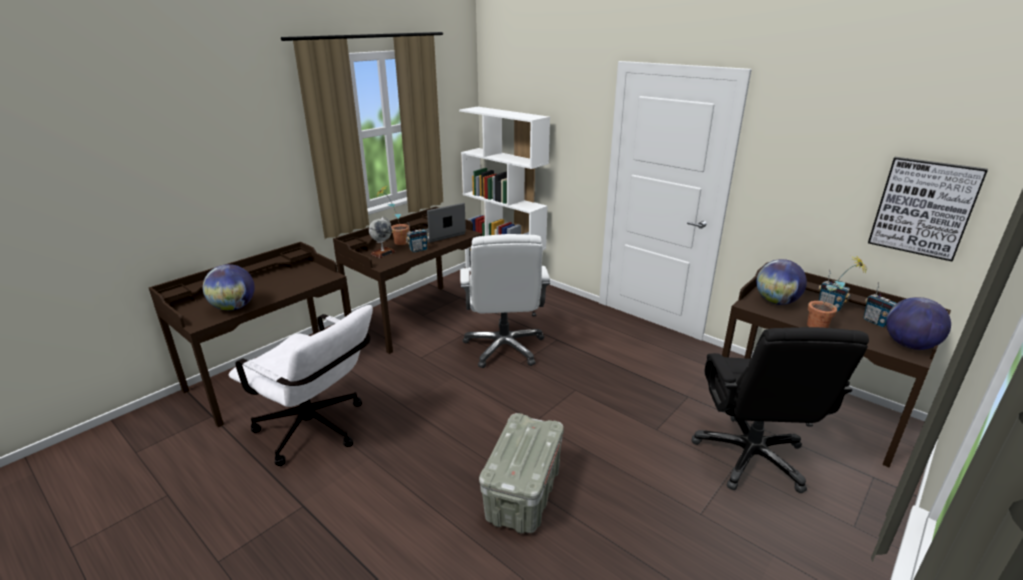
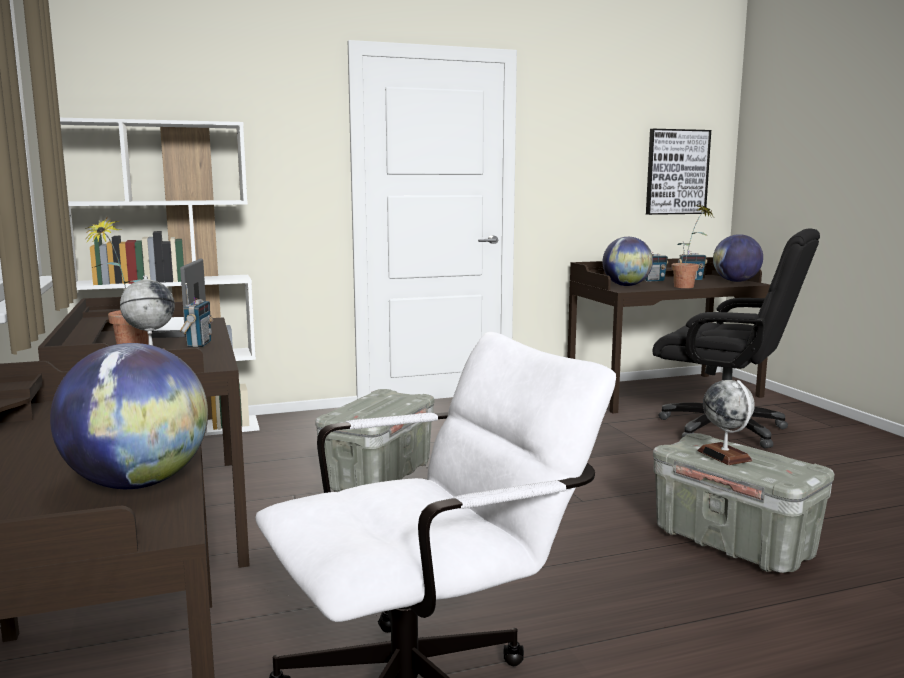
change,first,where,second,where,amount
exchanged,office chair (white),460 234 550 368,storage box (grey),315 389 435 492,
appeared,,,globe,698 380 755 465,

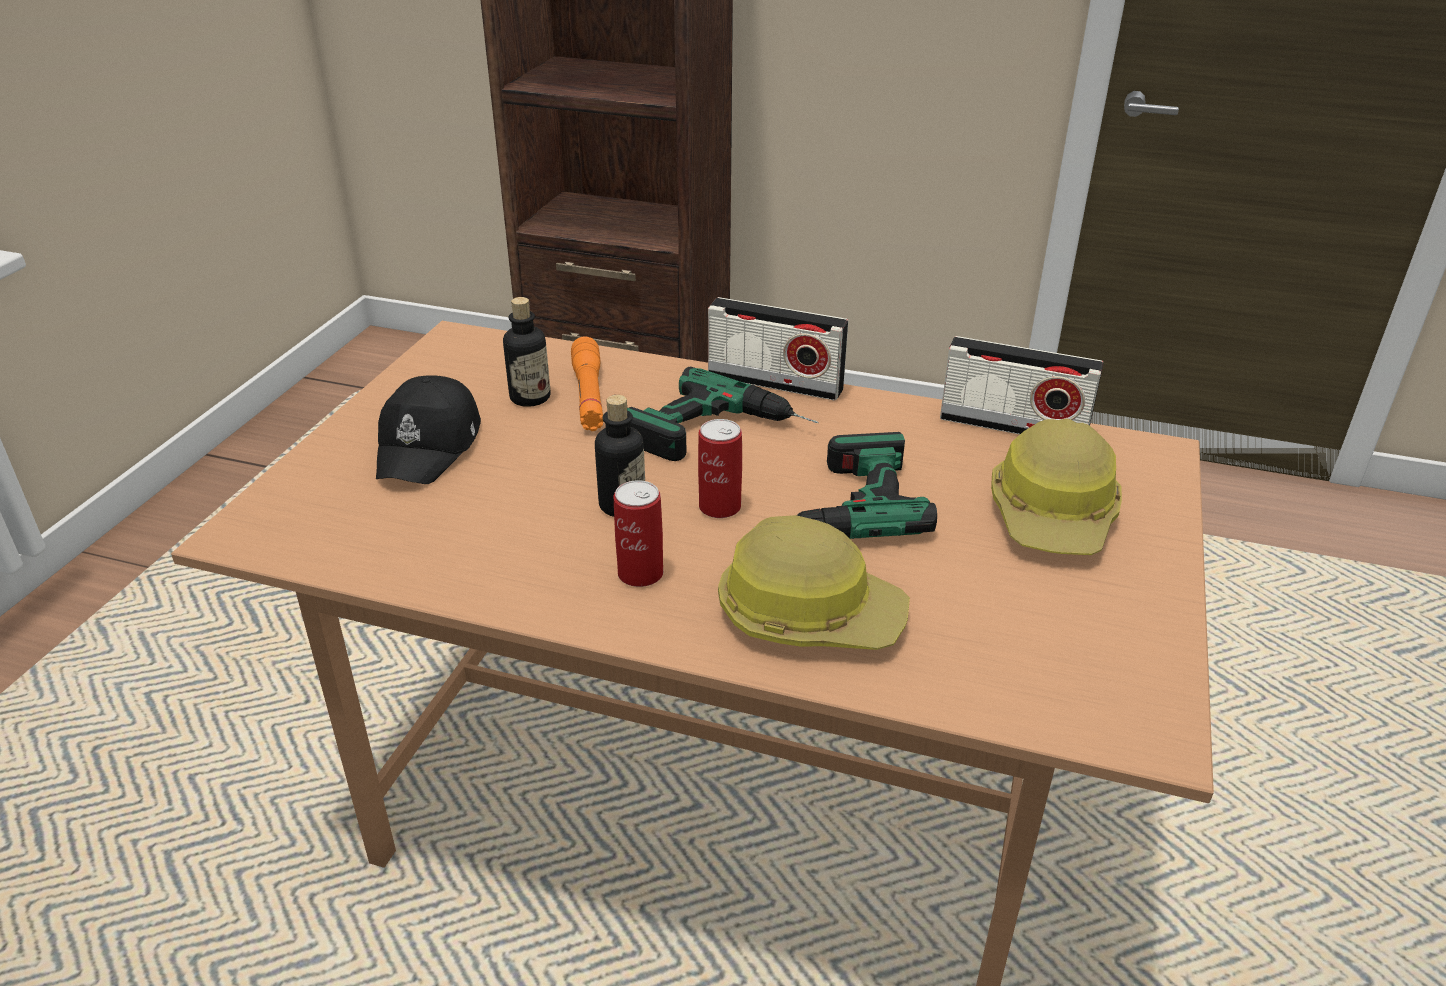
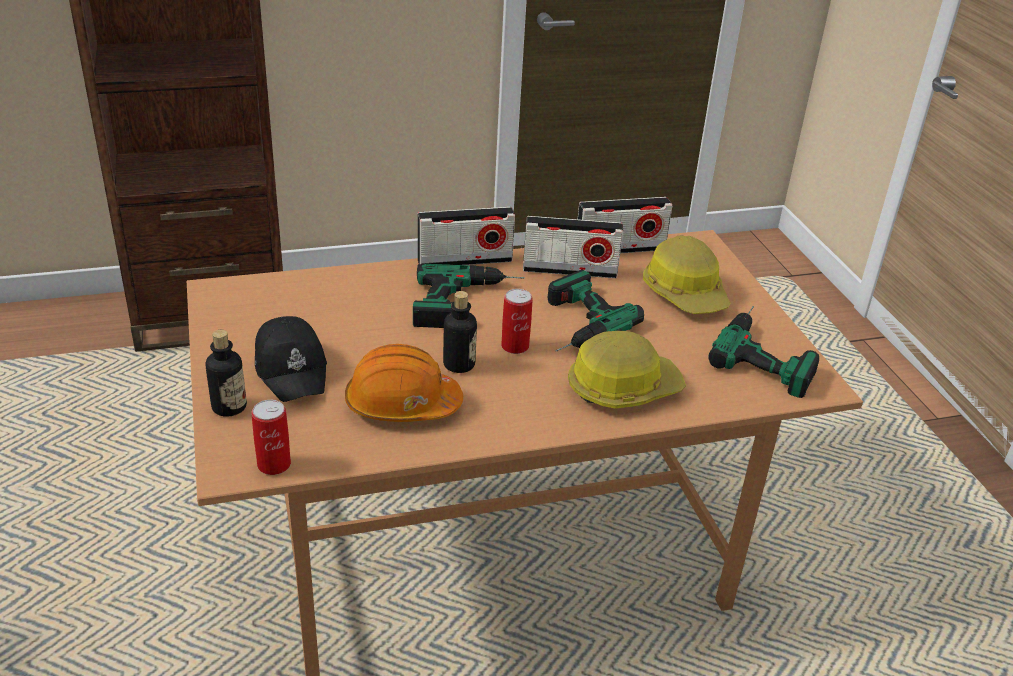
change,first,where,second,where,amount
relocated,bottle,503 297 551 407,,206 330 247 417,
missing,flashlight (orange),571 336 603 431,,,
relocated,can,614 480 663 587,,252 400 291 475,
appeared,,,radio,523 216 623 278,
appeared,,,power drill,709 306 819 398,
appeared,,,hard hat (orange),345 344 463 422,

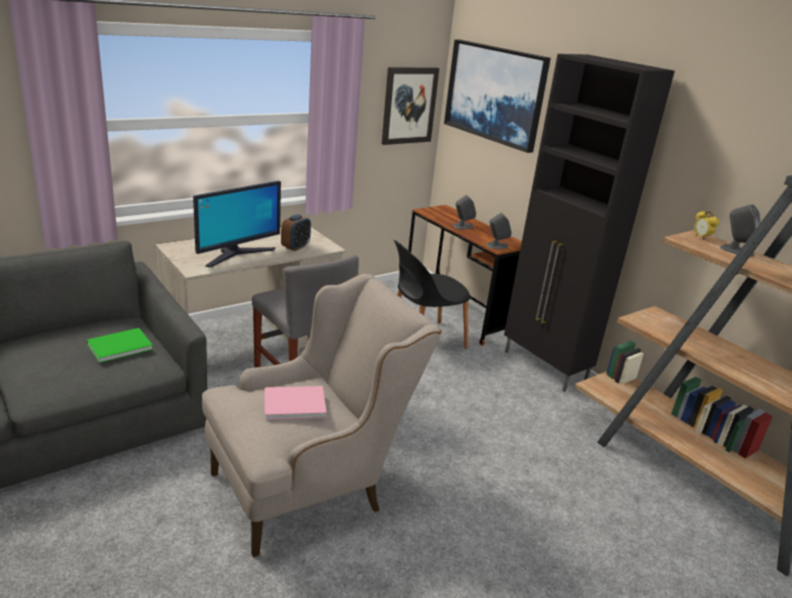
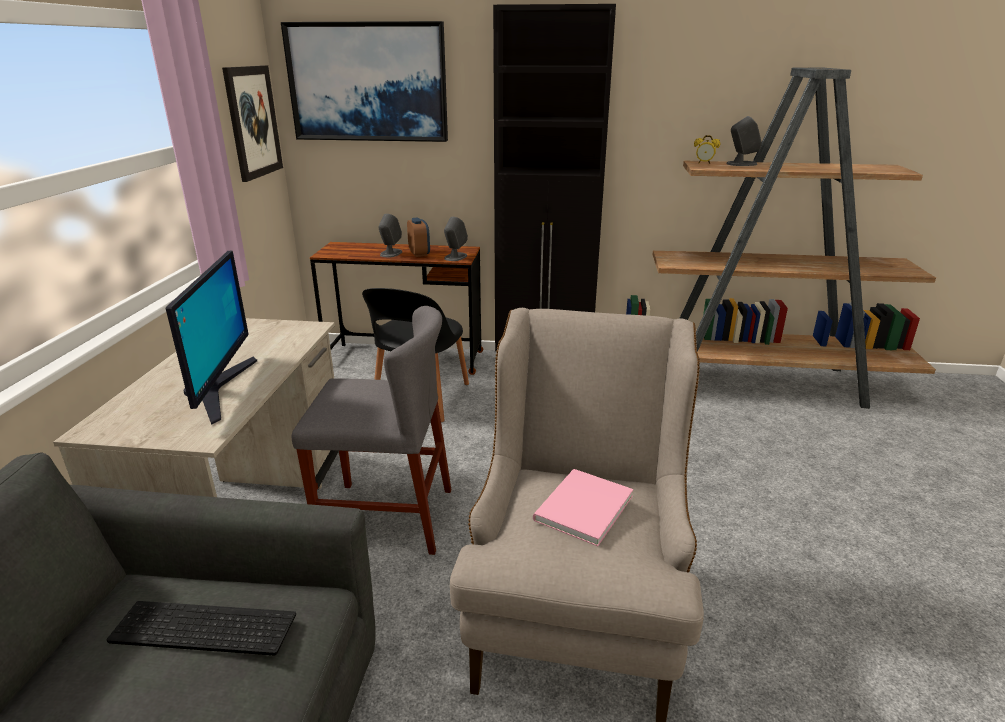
change,first,where,second,where,amount
relocated,alarm clock,281 214 311 251,,407 218 430 257,
exchanged,book (green),87 328 153 363,keyboard,107 601 296 655,

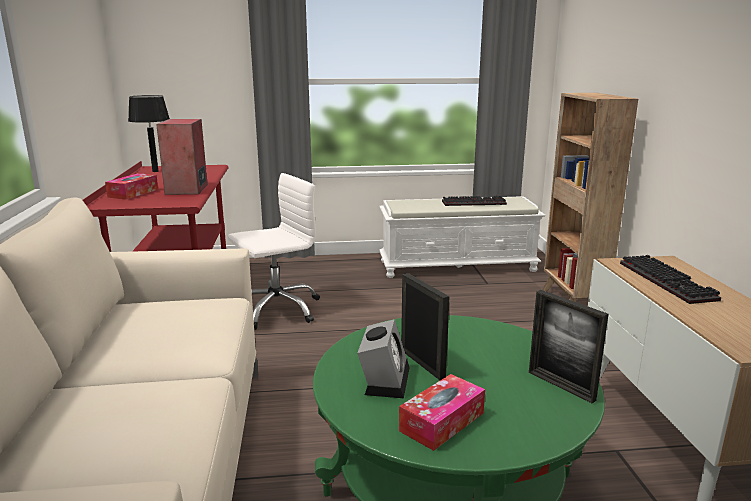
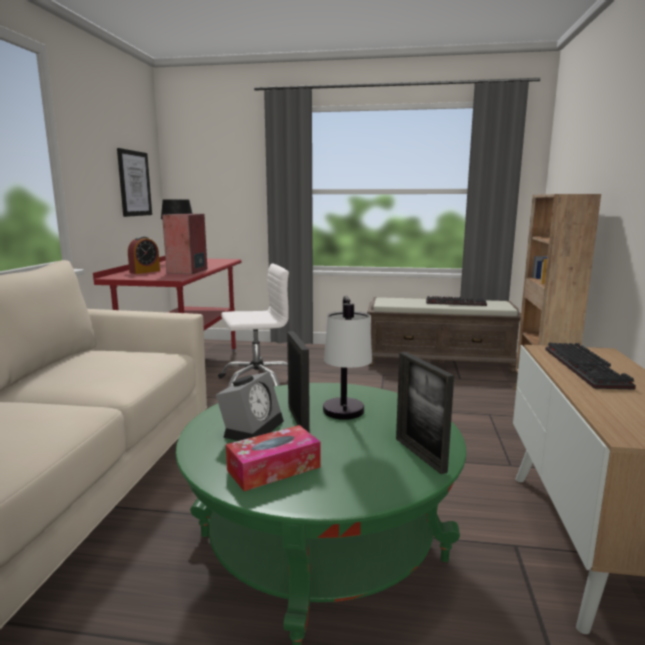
change,first,where,second,where,amount
exchanged,tissue box,105 173 158 200,alarm clock,128 236 160 274,
colour,bench (white),379 196 546 278,bench (brown),367 297 521 373,
appeared,,,picture,117 148 152 217,
appeared,,,table lamp,323 296 372 420,

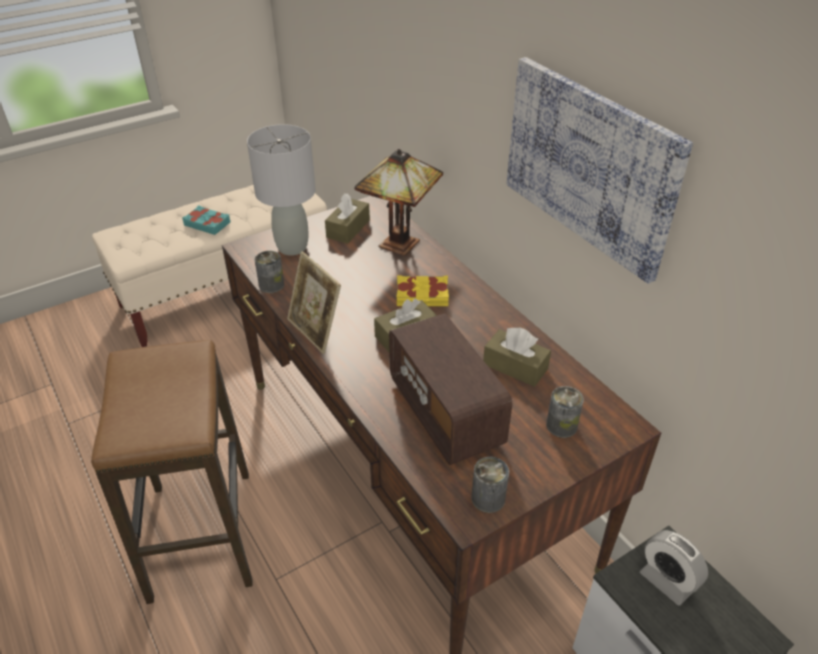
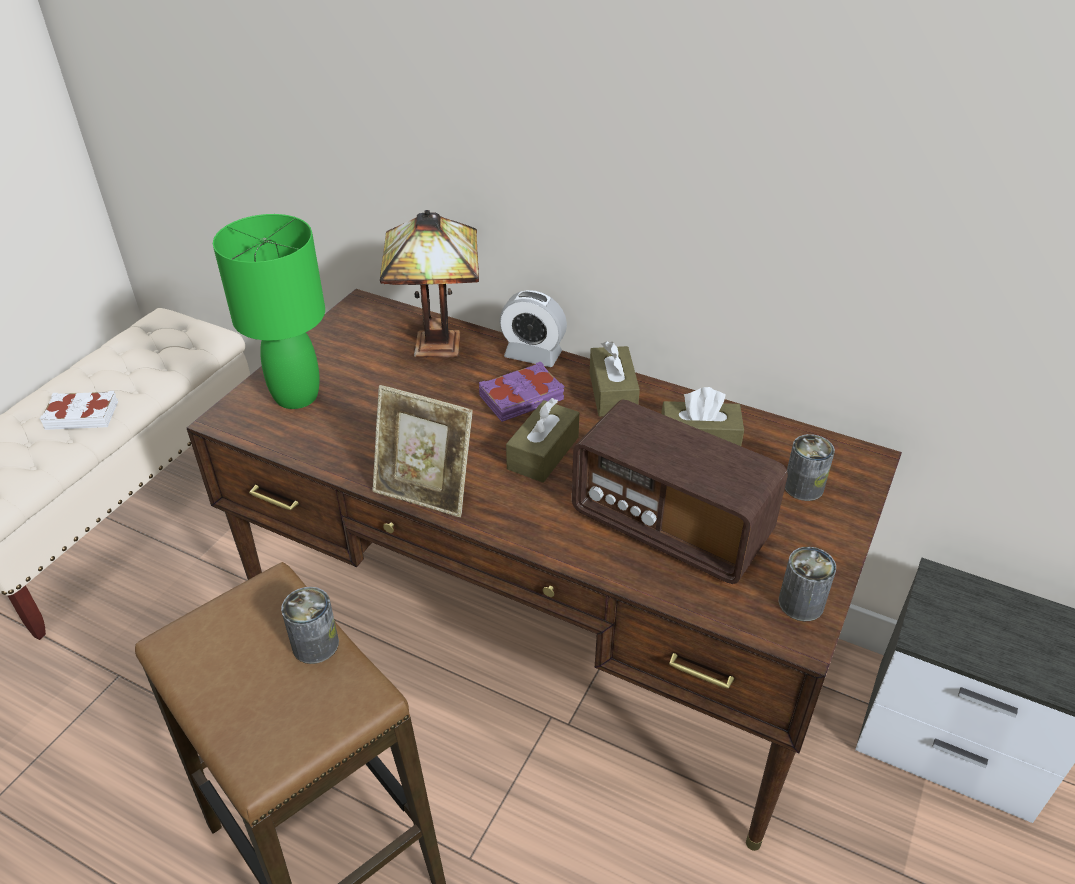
change,first,where,second,where,amount
missing,picture,507 57 693 284,,,
colour,table lamp (grey),247 124 316 256,table lamp (green),213 214 325 409,
relocated,tissue box (brown),325 193 370 244,,590 341 640 417,
colour,book (turquoise),182 205 230 235,book (white),40 391 118 430,
relocated,can,255 251 284 293,,281 587 339 664,
colour,book (yellow),397 275 449 306,book (purple),479 362 565 422,
relocated,alarm clock,640 530 708 605,,499 290 567 367,

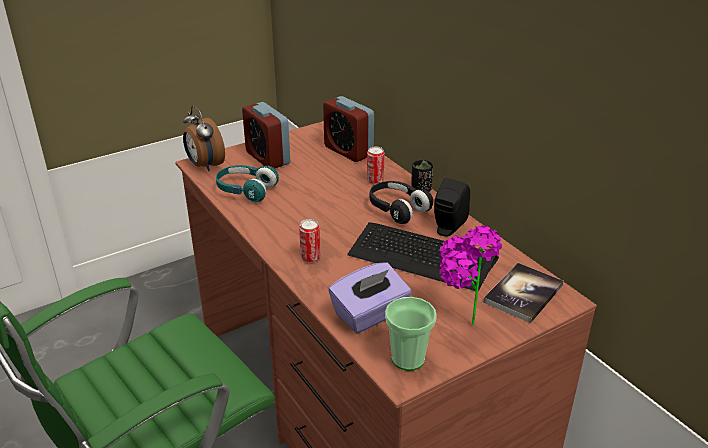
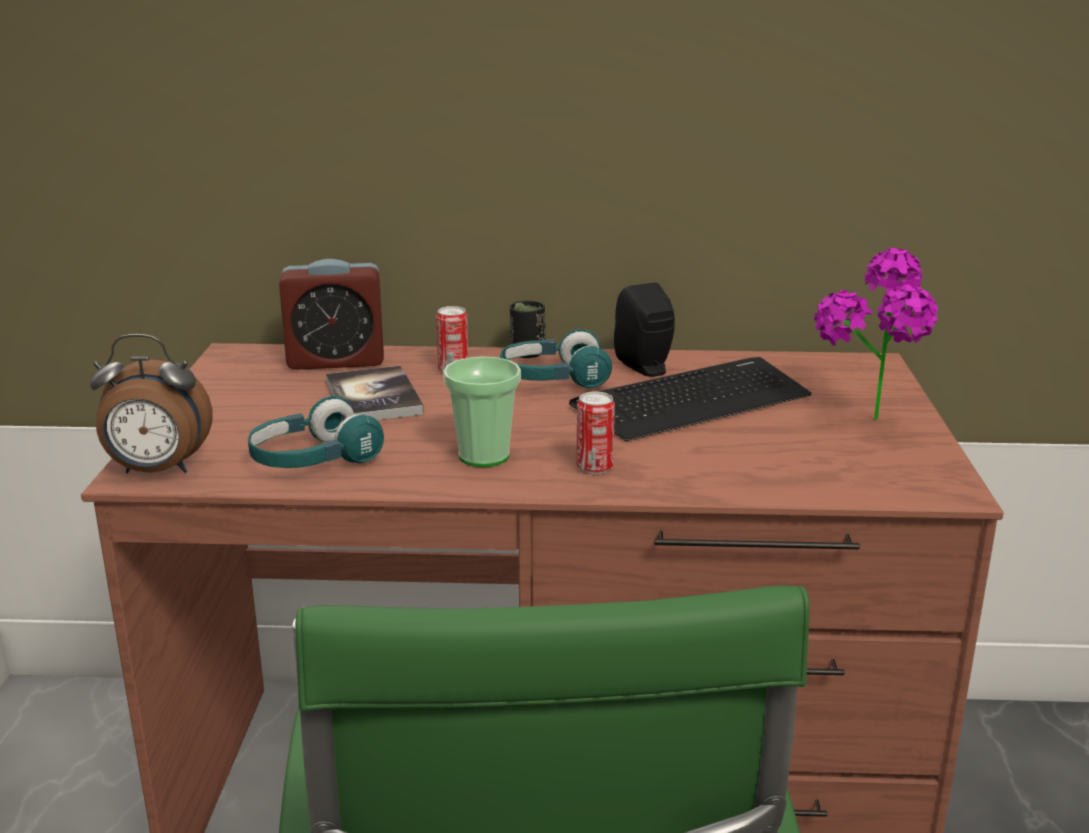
change,first,where,second,where,amount
missing,alarm clock,242 102 290 169,,,
colour,headphones (black),370 181 433 224,headphones (turquoise),500 329 612 388,
missing,tissue box (purple),328 262 411 333,,,
relocated,book,483 263 564 323,,326 366 424 420,
relocated,cup,385 297 437 371,,443 357 521 467,

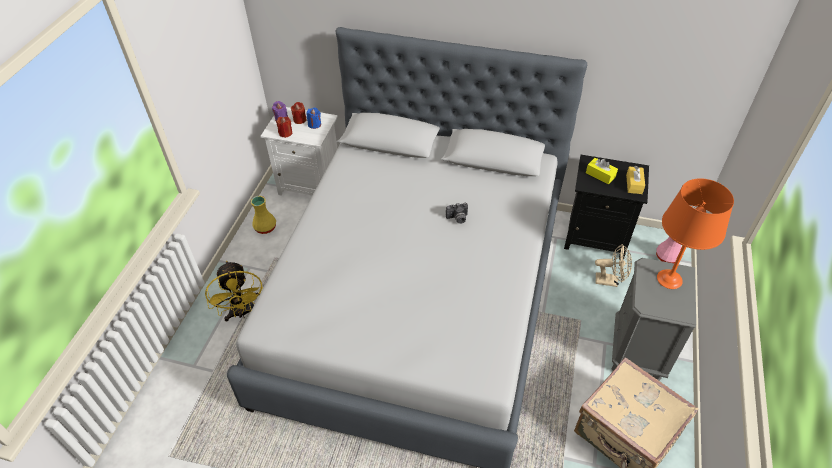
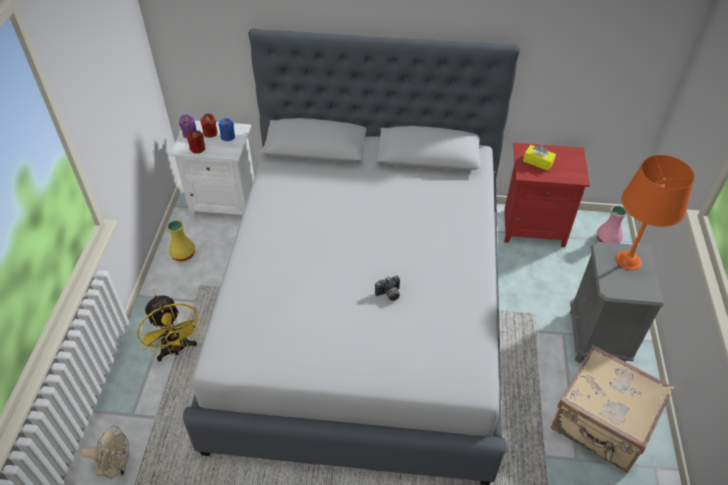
change,first,where,second,where,amount
colour,nightstand (black),564 155 649 260,nightstand (red),504 143 590 247,
missing,tissue box (yellow),626 166 645 194,,,
relocated,photo camera,446 203 468 224,,375 276 400 301,
relocated,fan (beige),595 244 632 287,,81 426 129 479,

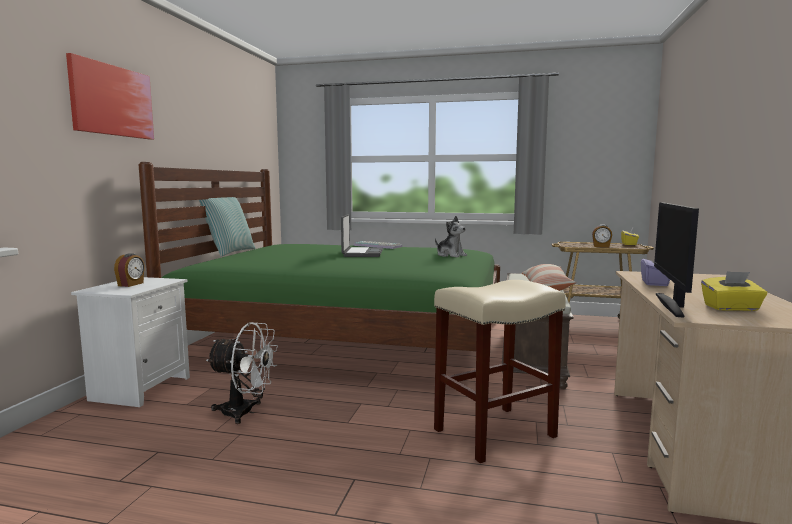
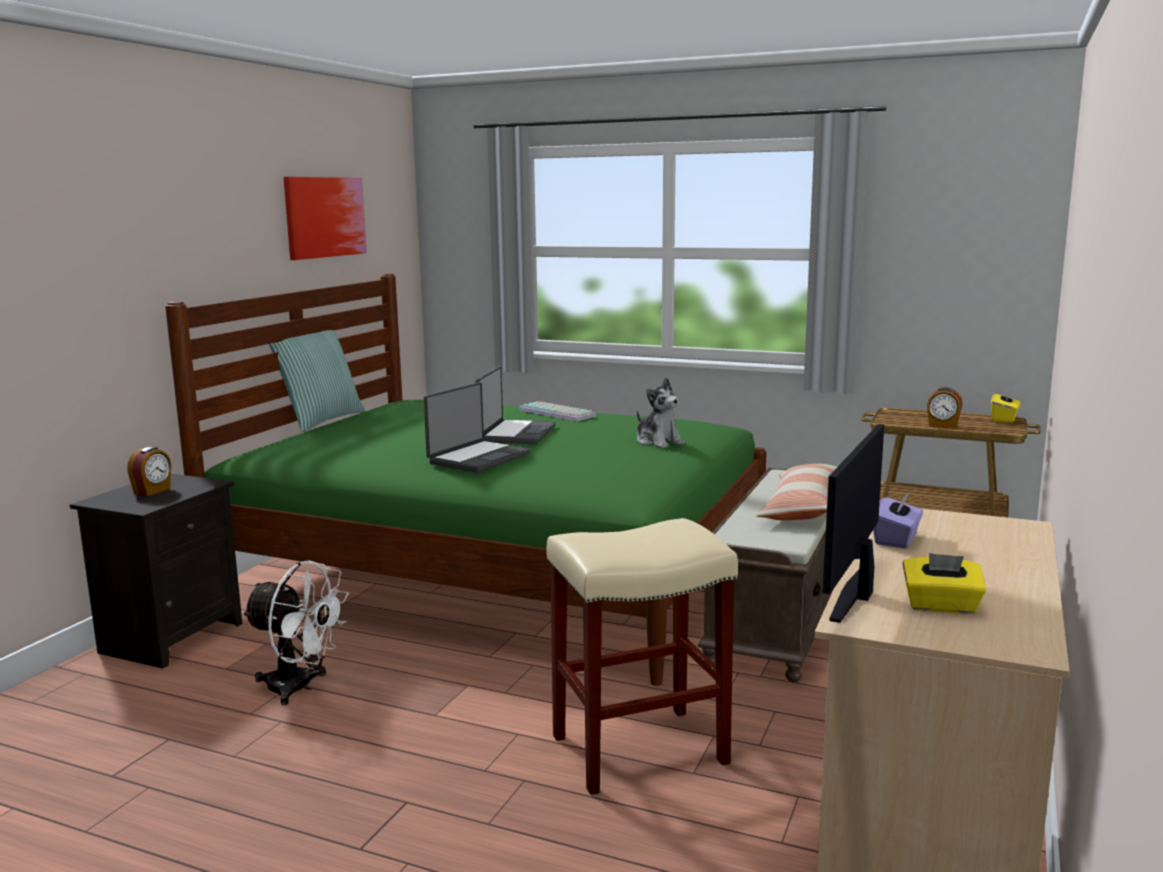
change,first,where,second,where,amount
relocated,picture,66 53 154 140,,284 177 367 260,
colour,nightstand (white),71 277 190 407,nightstand (black),70 474 242 669,
appeared,,,laptop,424 382 531 473,

